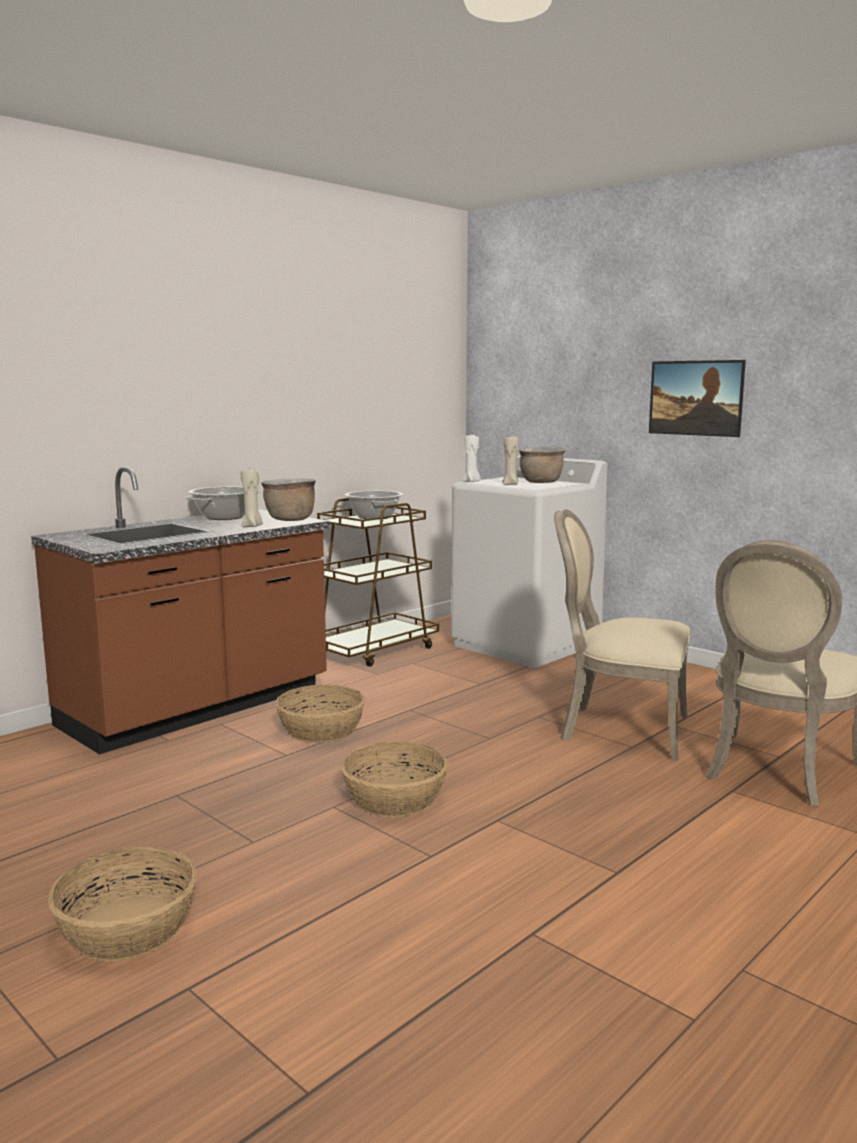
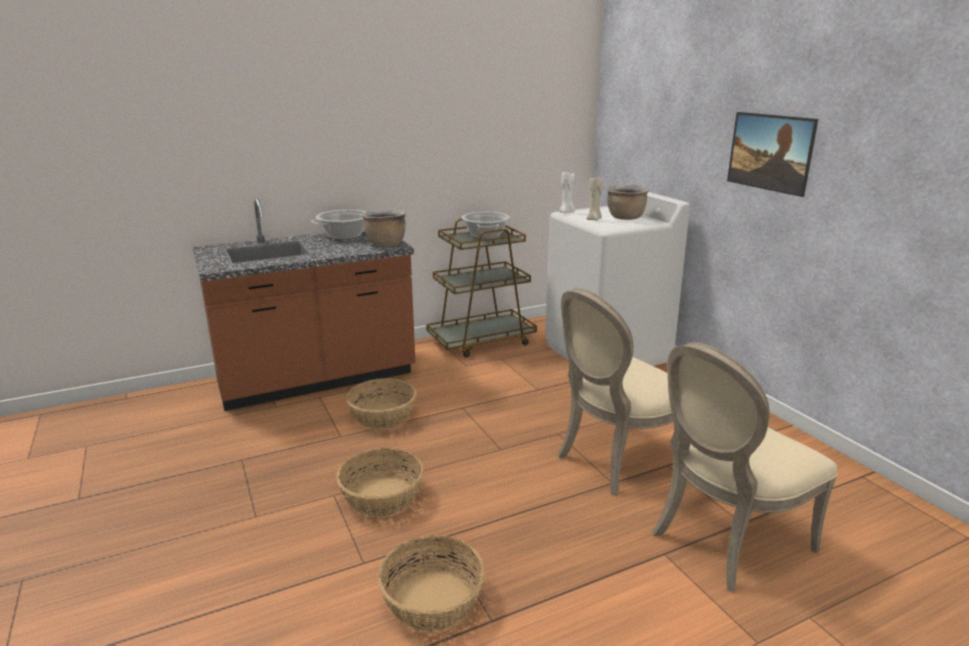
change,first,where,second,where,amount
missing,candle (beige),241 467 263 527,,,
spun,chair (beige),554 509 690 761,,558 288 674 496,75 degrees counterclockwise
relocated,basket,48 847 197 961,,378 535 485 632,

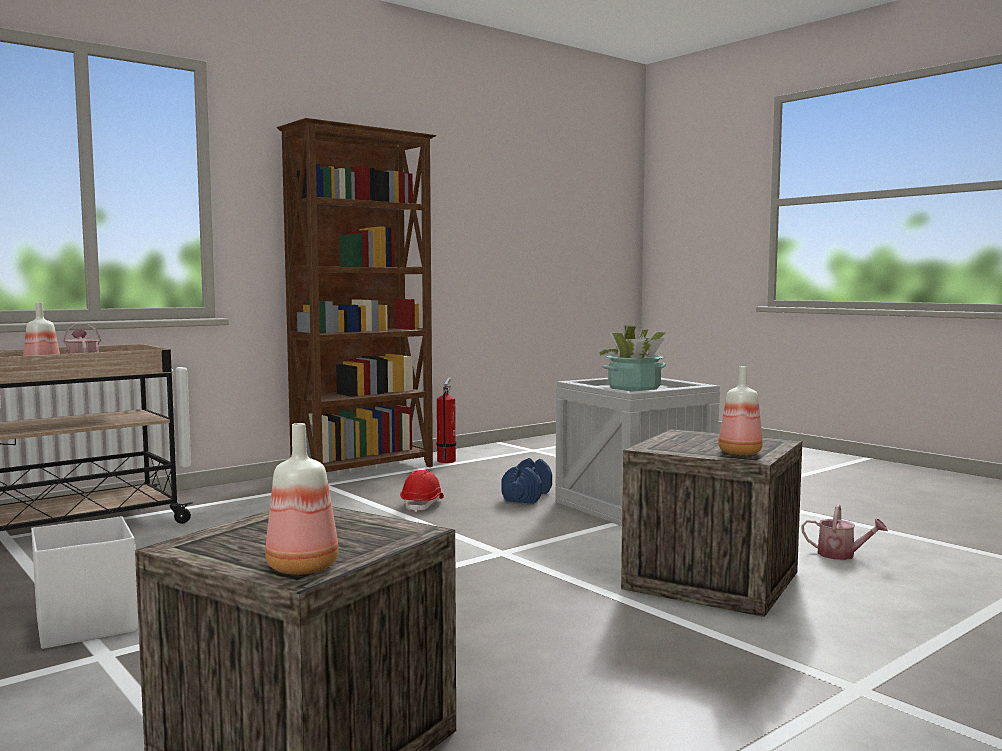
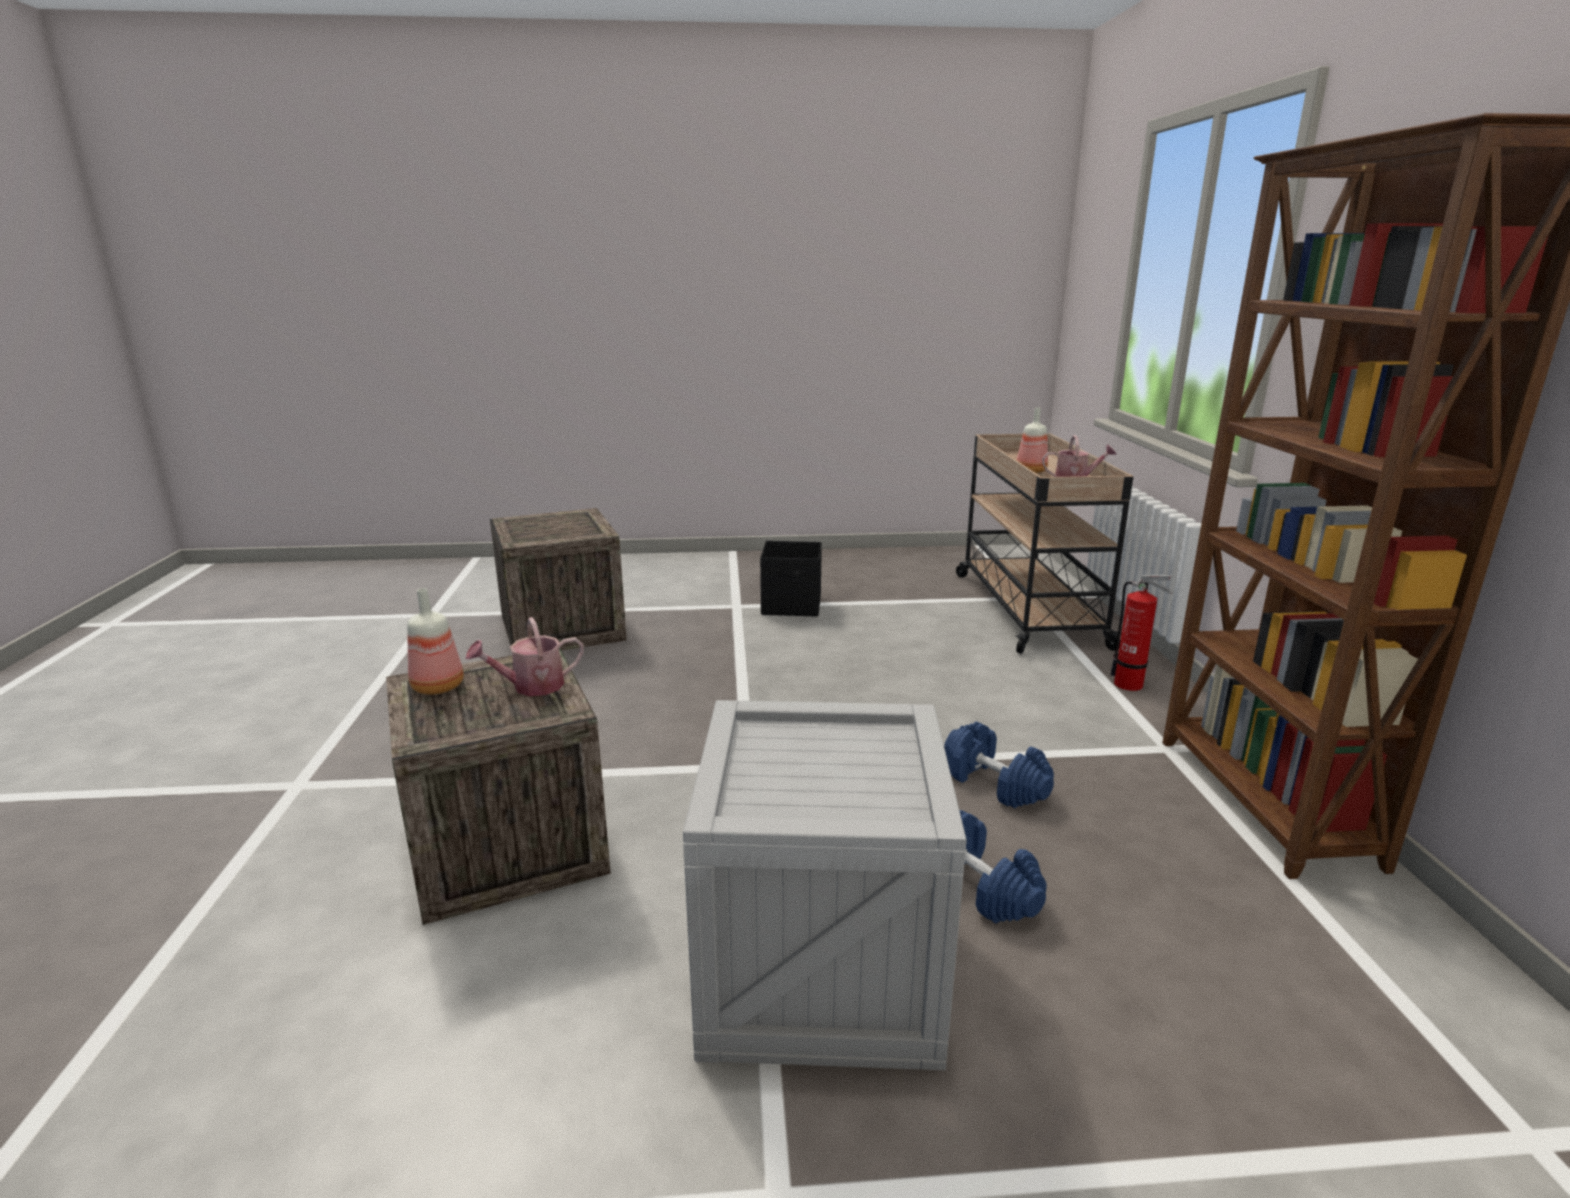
change,first,where,second,where,amount
missing,potted plant,598 325 667 391,,,
relocated,fire extinguisher,436 377 456 463,,1111 575 1172 691,
missing,bottle,265 423 339 575,,,
exchanged,hard hat (red),401 470 444 512,dumbbell (blue),944 722 1054 808,
relocated,watering can,801 504 888 560,,466 617 584 696,
colour,storage box (white),31 516 139 649,storage box (black),760 541 822 617,

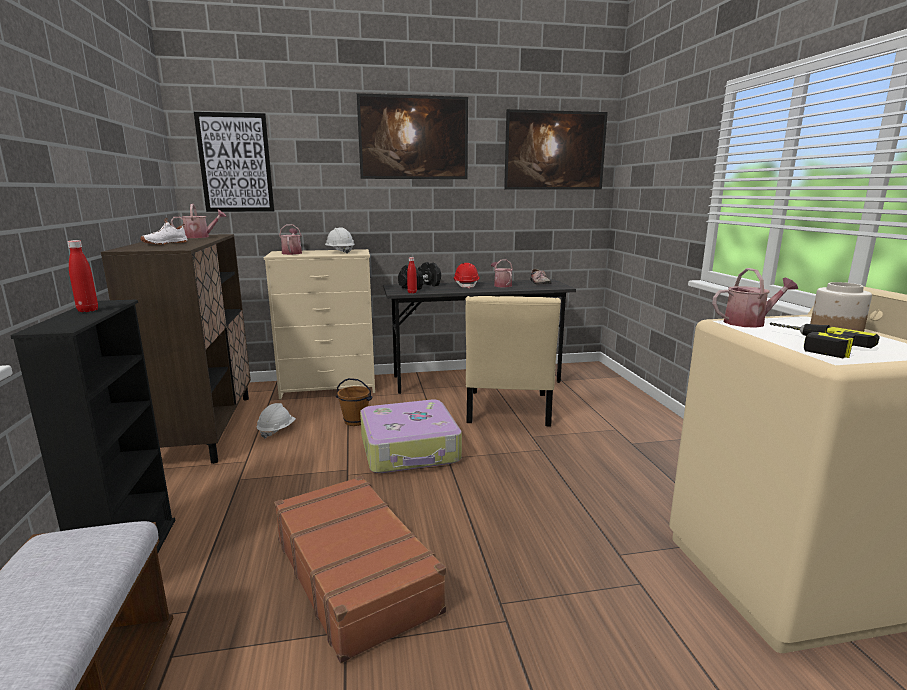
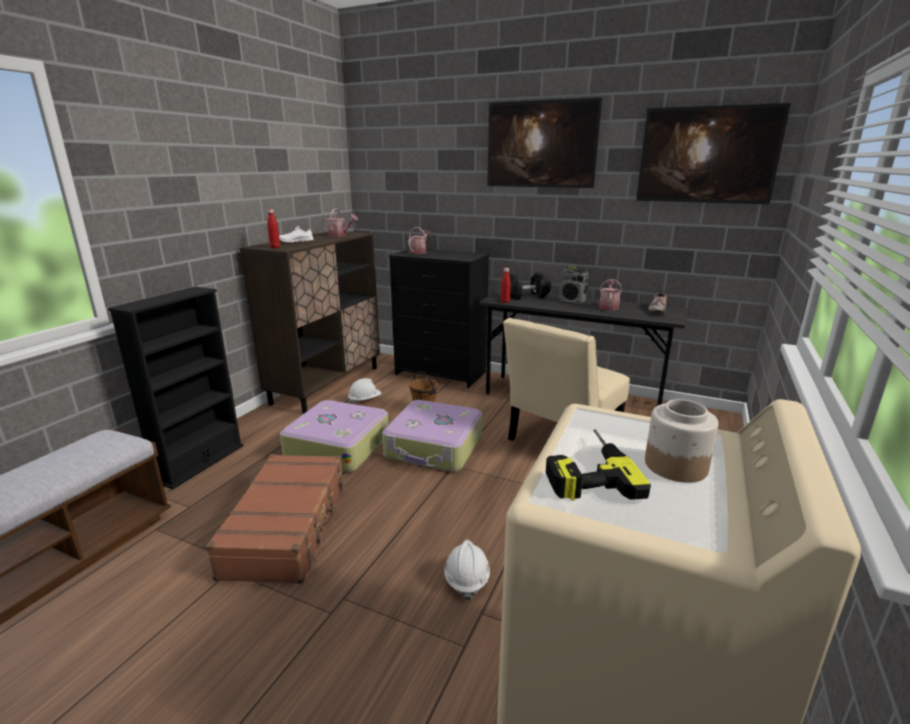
change,first,where,second,where,amount
missing,picture,194 112 275 212,,,
relocated,hard hat (white),325 227 355 254,,444 540 490 600,
relocated,bottle (red),68 240 98 312,,267 209 280 248,
colour,dresser (beige),264 249 375 399,dresser (black),389 249 490 388,
exchanged,hard hat (red),454 263 480 289,radio,559 266 588 304,
missing,watering can,712 268 798 328,,,
appeared,,,suitcase,280 400 389 472,

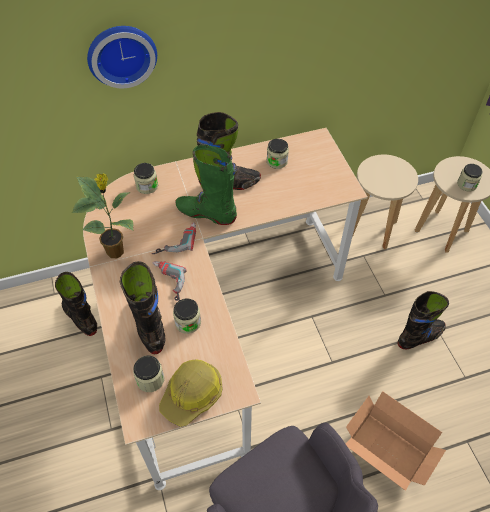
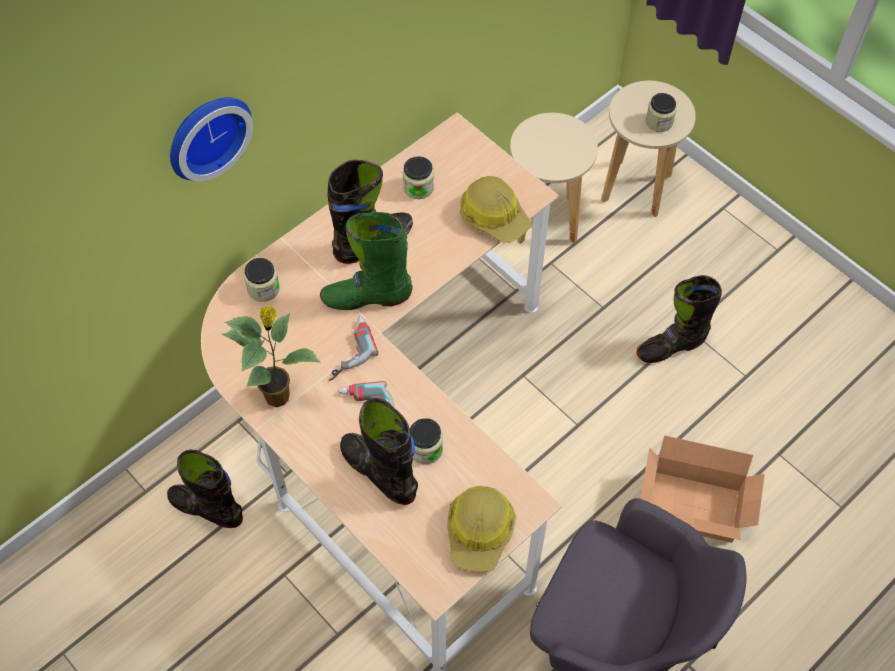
change,first,where,second,where,amount
spun,boot (black),397 291 449 349,,637 275 722 363,150 degrees counterclockwise
missing,jar,133 356 165 392,,,
appeared,,,hard hat,460 176 531 243,

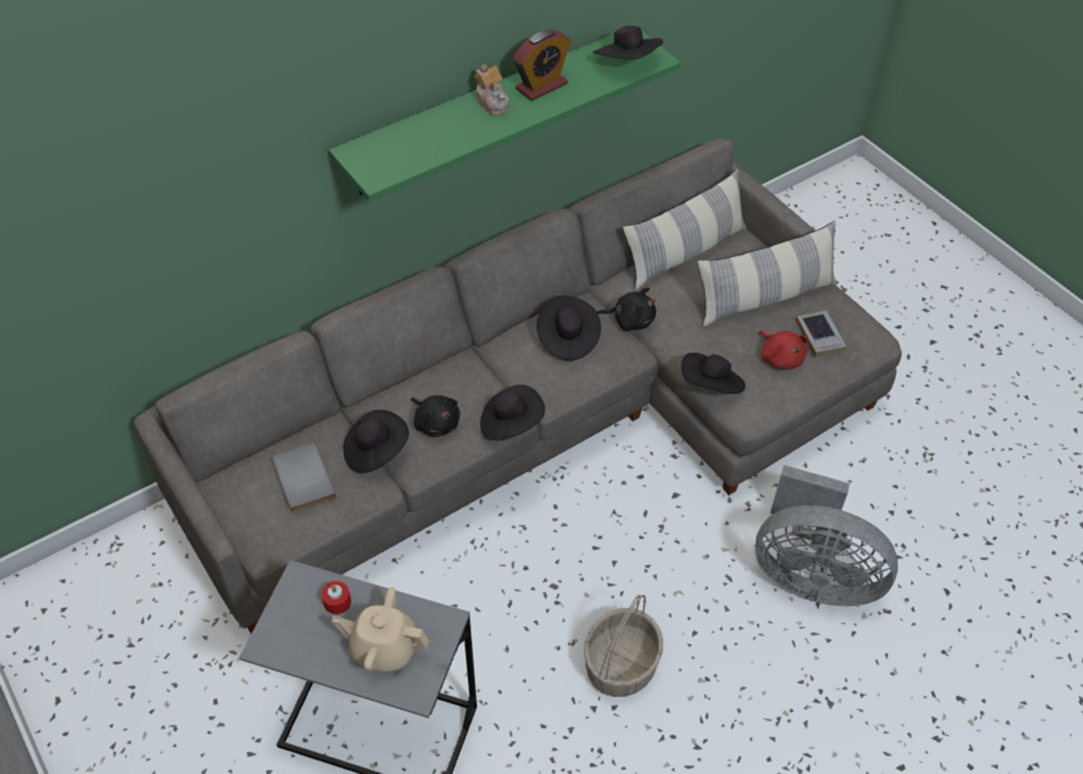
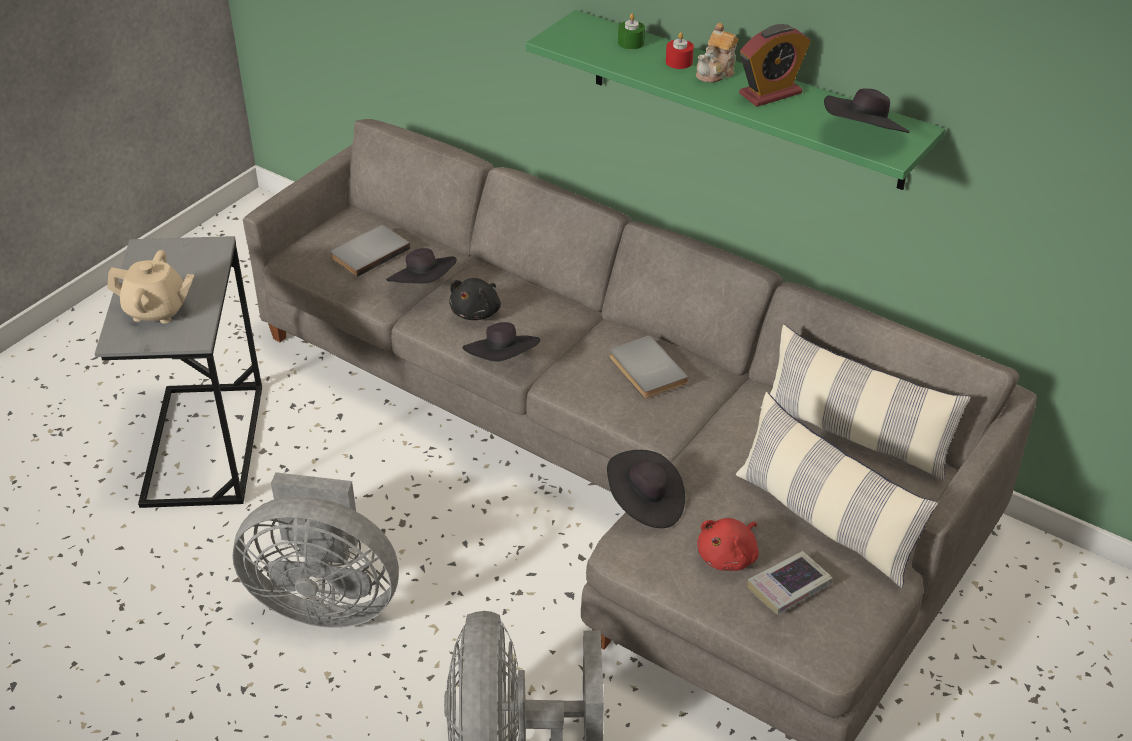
change,first,where,second,where,amount
spun,alarm clock,513 30 571 101,,739 24 811 107,60 degrees counterclockwise
missing,plush toy (black),597 287 656 331,,,
exchanged,hat (black),537 296 601 361,book (grey),609 335 689 399,
relocated,candle (red),321 581 351 614,,666 32 694 69,
spun,teapot (beige),332 587 429 672,,107 250 194 324,105 degrees clockwise
exchanged,basket,584 595 663 697,fan (grey),233 472 399 628,
appeared,,,candle (green),618 14 645 49,

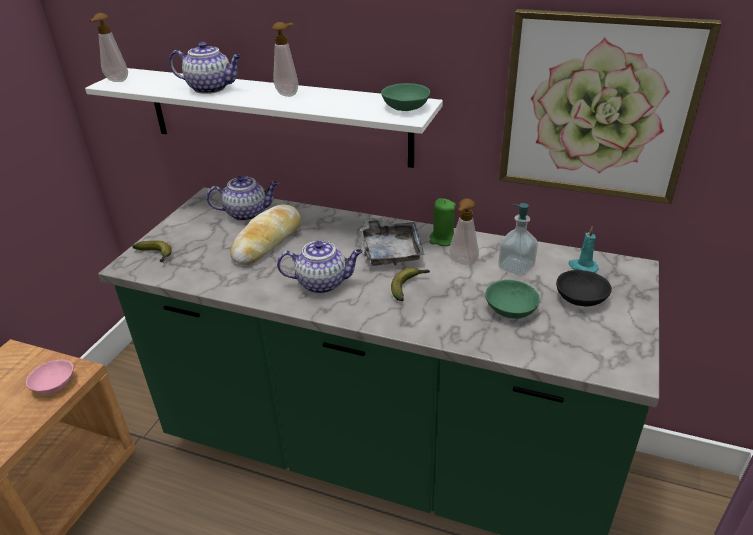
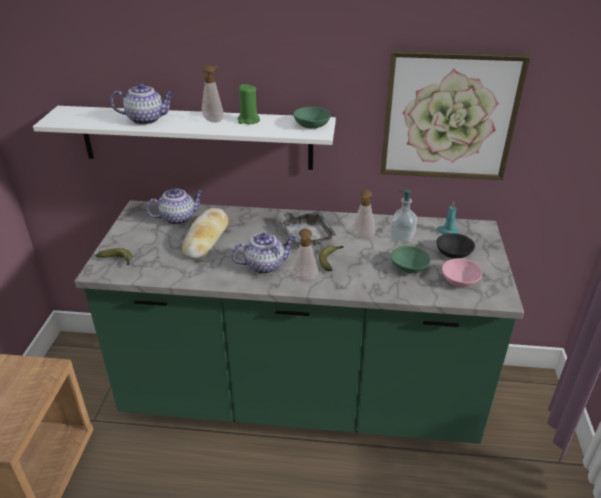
change,first,where,second,where,amount
relocated,soap dispenser,89 13 128 82,,292 229 318 282,
relocated,candle (green),430 198 456 246,,237 84 260 124,
relocated,bowl (pink),26 360 74 394,,442 258 482 287,

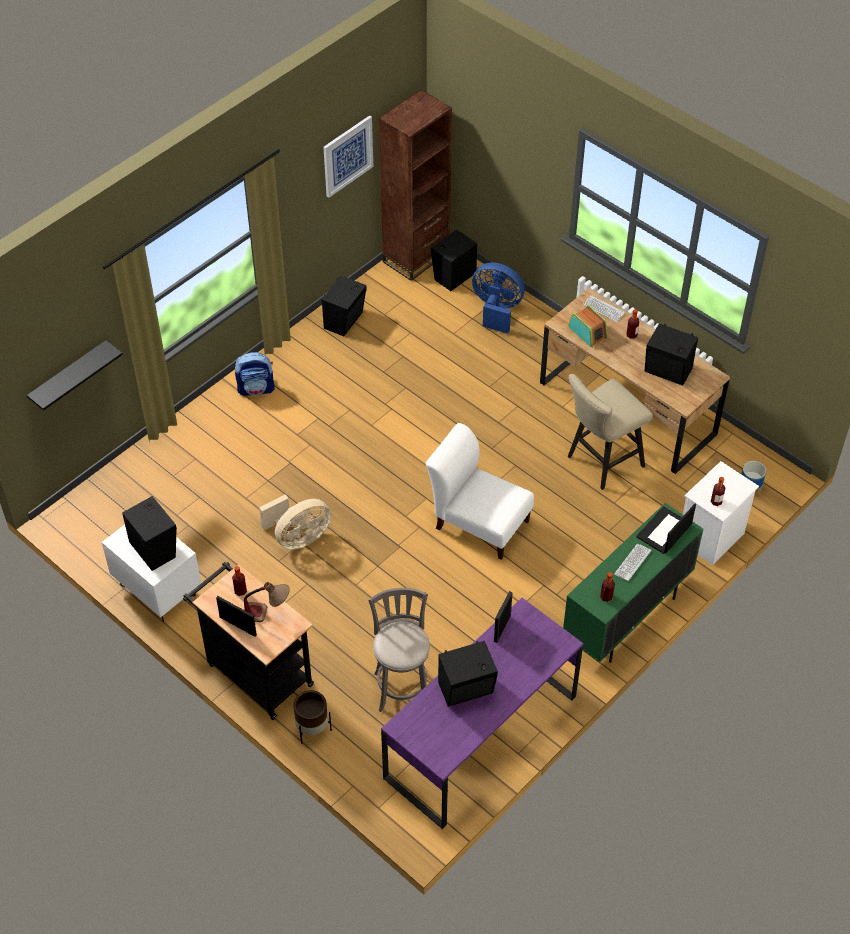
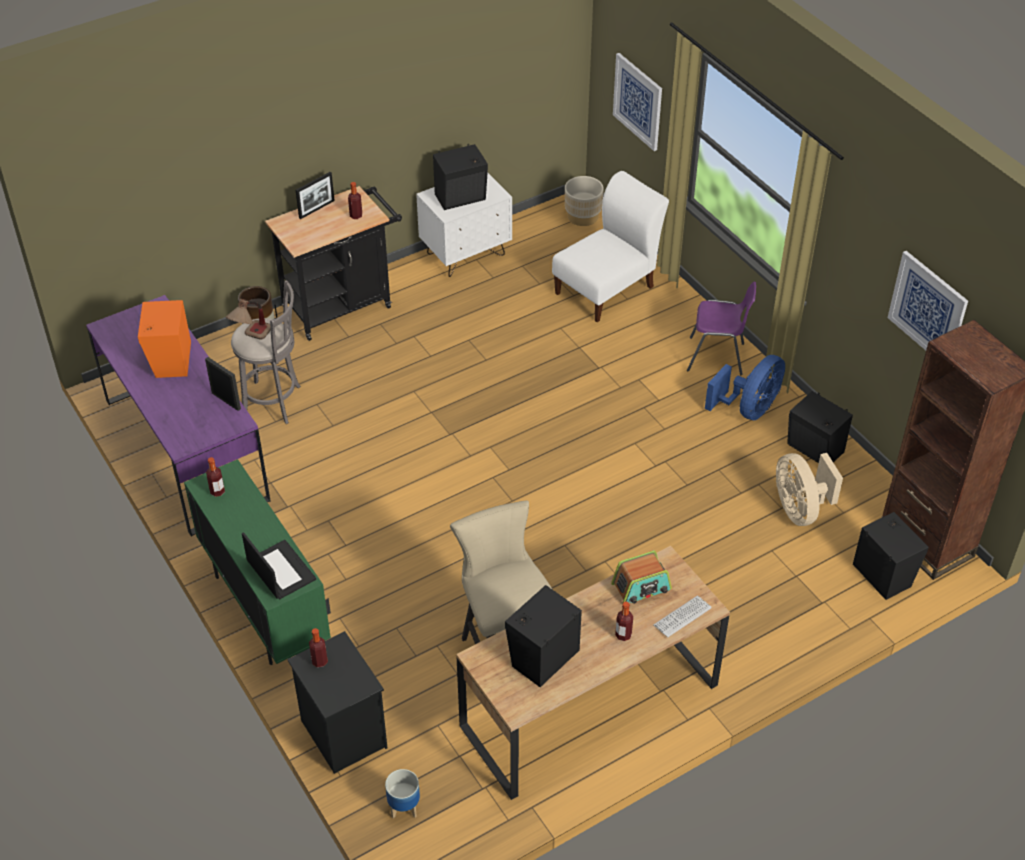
change,first,where,second,where,amount
relocated,fan (blue),472 263 525 334,,705 355 785 420,
exchanged,shelf (black),27 340 123 411,picture,613 53 662 151,
exchanged,backpack,235 352 275 396,chair (purple),687 282 756 375,
relocated,chair (white),426 423 534 560,,552 171 669 322,
colour,nightstand (white),683 461 759 565,nightstand (black),287 631 387 774,
relocated,fan (beige),259 494 331 550,,776 453 843 526,
missing,keyboard,614 544 651 581,,,
relocated,table lamp,244 582 290 622,,226 299 271 340,
colour,speaker (black),438 641 498 707,speaker (orange),138 300 191 378,
appeared,,,planter (beige),565 176 604 226,

